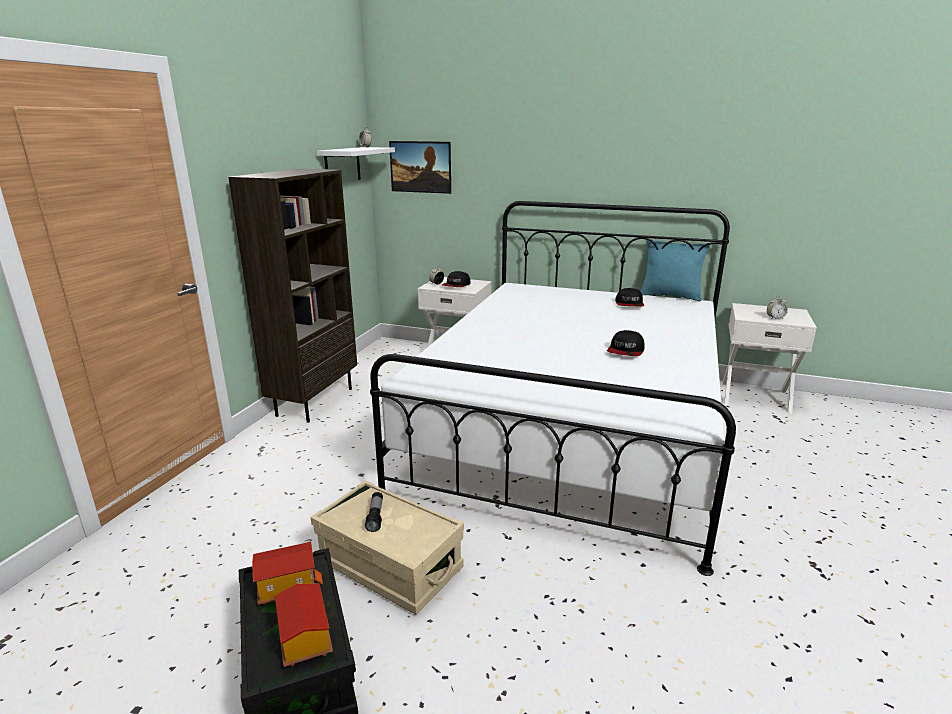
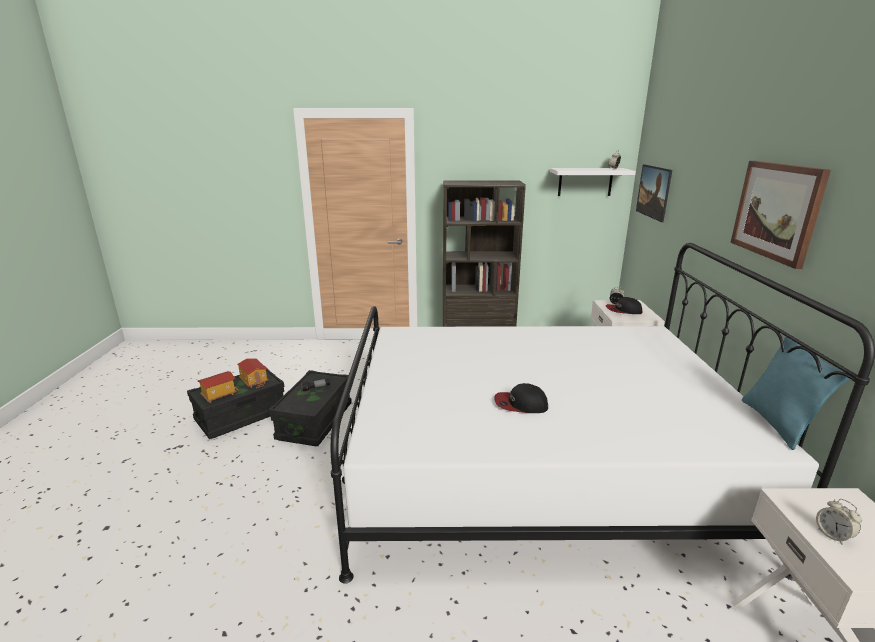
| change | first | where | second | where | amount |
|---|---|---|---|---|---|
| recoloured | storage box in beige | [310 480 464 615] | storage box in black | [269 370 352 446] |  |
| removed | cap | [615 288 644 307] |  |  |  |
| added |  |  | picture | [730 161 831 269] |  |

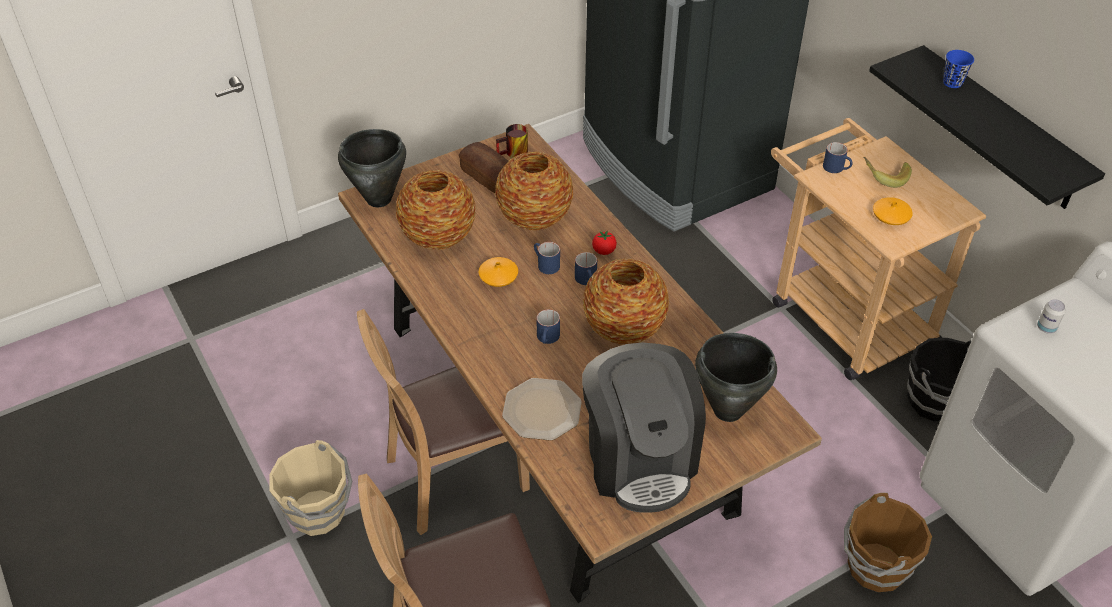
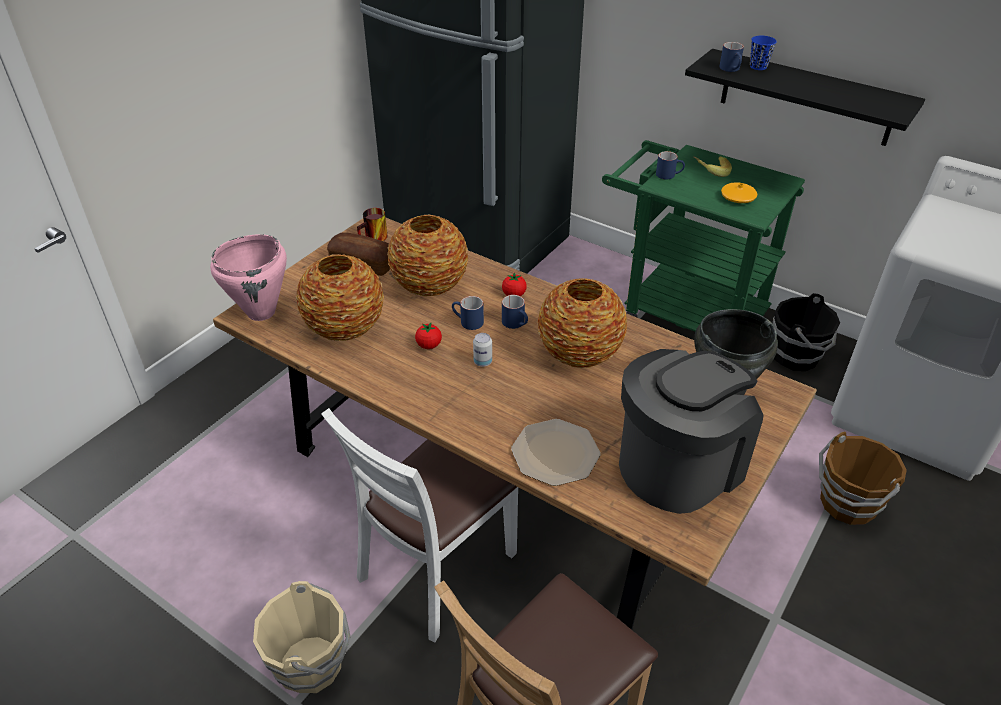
| change | first | where | second | where | amount |
|---|---|---|---|---|---|
| recoloured | cooking pot in black | [338 129 406 207] | cooking pot in pink | [210 234 287 321] |  |
| recoloured | chair in brown | [357 309 530 535] | chair in white | [321 408 518 642] |  |
| replaced | vase in orange | [479 257 518 287] | tomato | [415 322 442 349] |  |
| moved | mug in blue | [536 309 560 344] |  | [719 42 744 72] |  |
| turned | coffee machine | [582 342 706 513] |  | [619 349 764 514] | 90 degrees counterclockwise |
| recoloured | cart in beige | [771 118 986 380] | cart in green | [602 140 805 332] |  |
| moved | can | [1037 299 1066 334] |  | [473 333 492 367] |  |

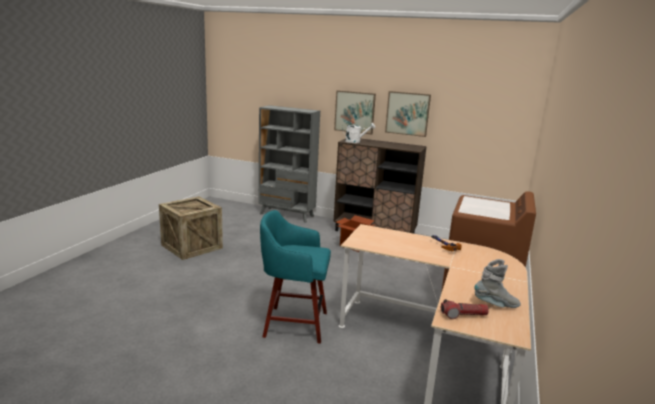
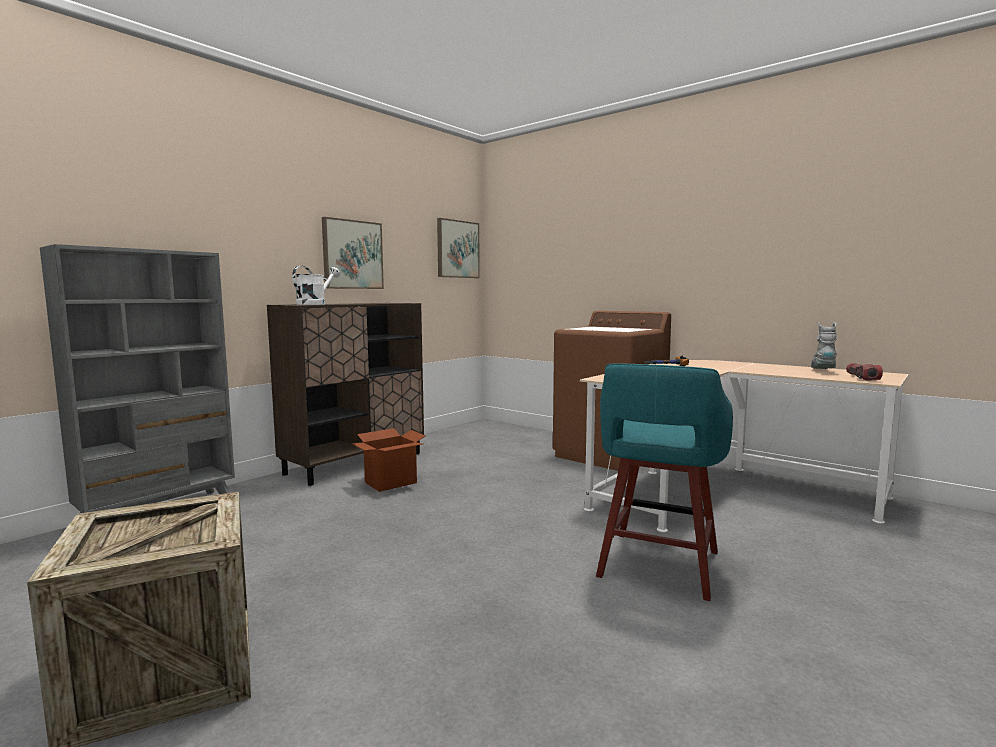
| change | first | where | second | where | amount |
|---|---|---|---|---|---|
| moved | picture | [334 90 376 134] |  | [437 218 480 278] |  |

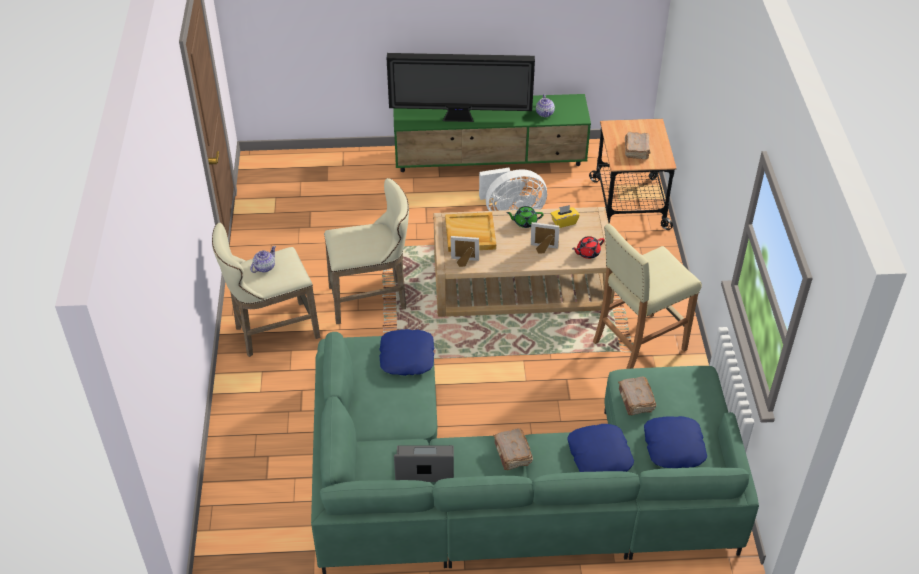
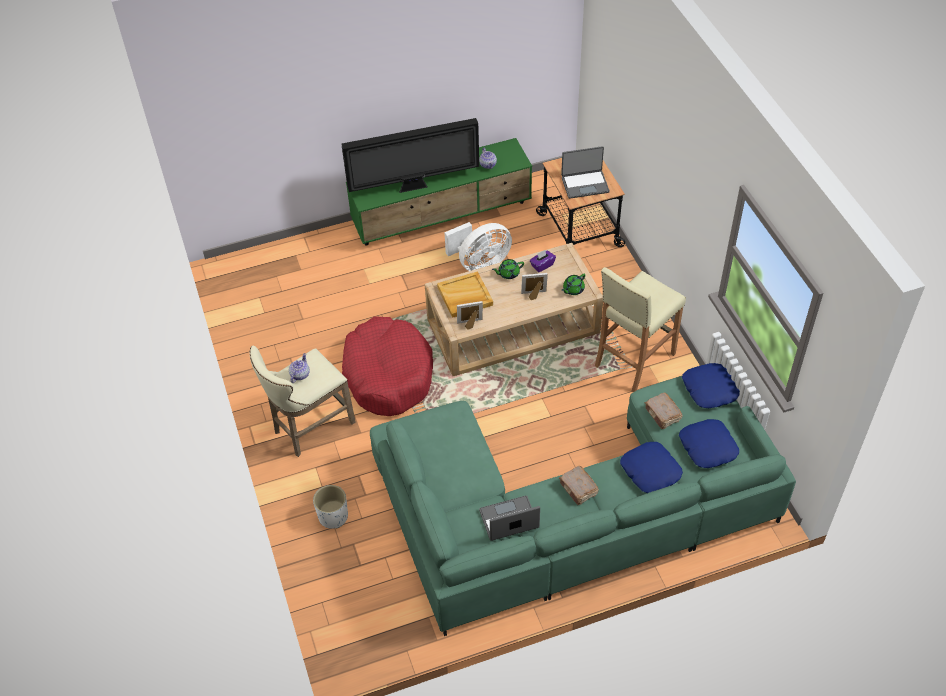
| change | first | where | second | where | amount |
|---|---|---|---|---|---|
| replaced | stool in beige | [324 178 409 324] | dog bed in red | [342 316 433 416] |  |
| moved | pillow in blue | [379 329 434 376] |  | [682 363 740 408] |  |
| recoloured | tissue box in yellow | [551 205 580 228] | tissue box in purple | [530 250 556 272] |  |
| recoloured | teapot in red | [572 236 605 259] | teapot in green | [562 274 585 295] |  |
| replaced | book in brown | [625 132 651 160] | laptop | [561 146 610 199] |  |
| added |  |  | planter in white | [313 485 348 529] |  |

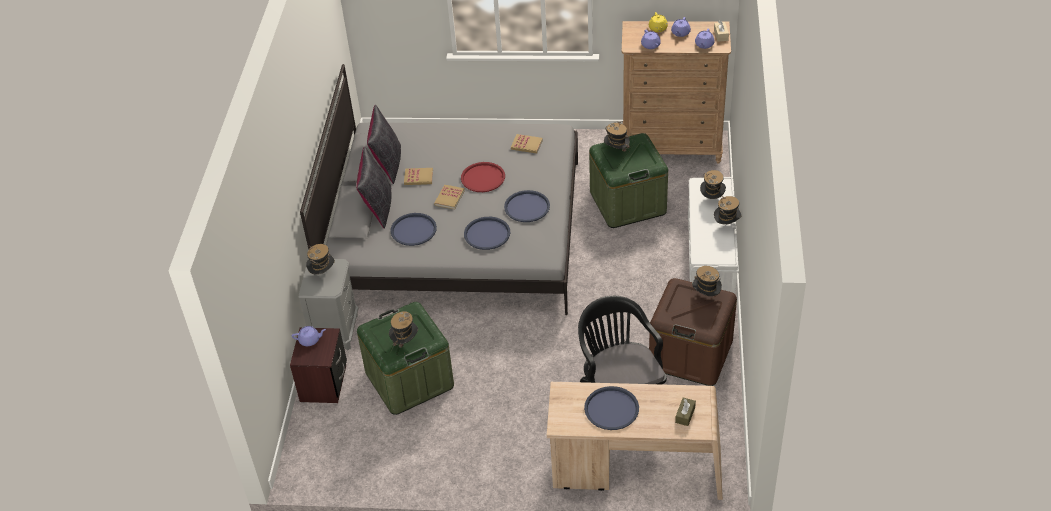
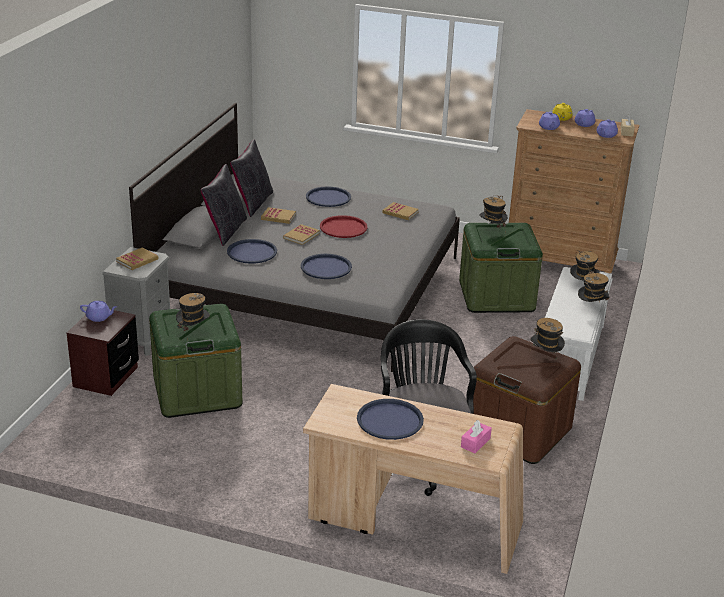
| change | first | where | second | where | amount |
|---|---|---|---|---|---|
| replaced | hat | [306 244 335 275] | book | [116 247 159 270] |  |
| moved | tray in blue | [504 190 550 222] |  | [306 186 351 207] |  |
| recoloured | tissue box in brown | [675 398 696 426] | tissue box in pink | [461 420 492 453] |  |

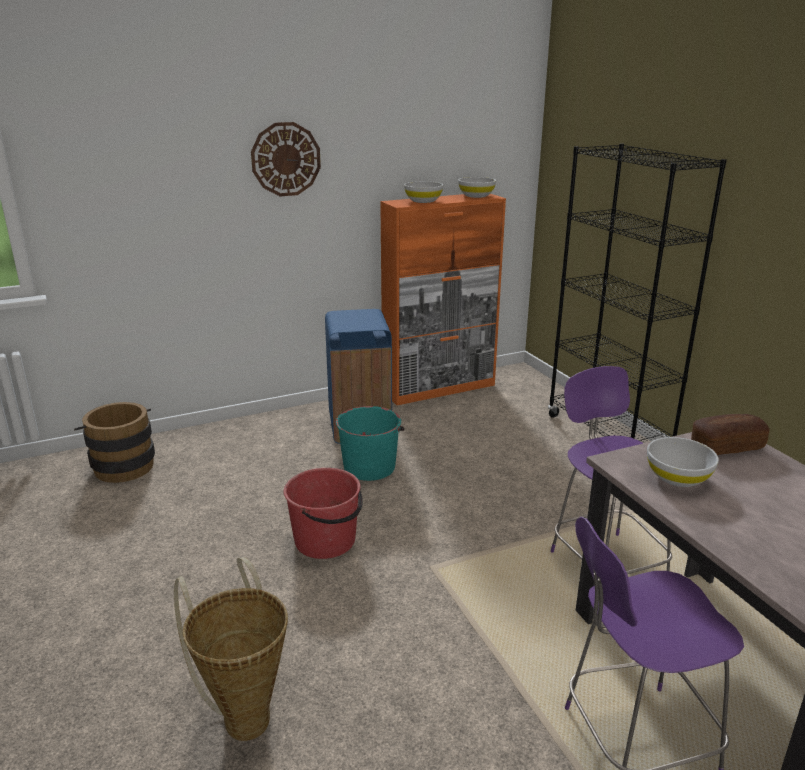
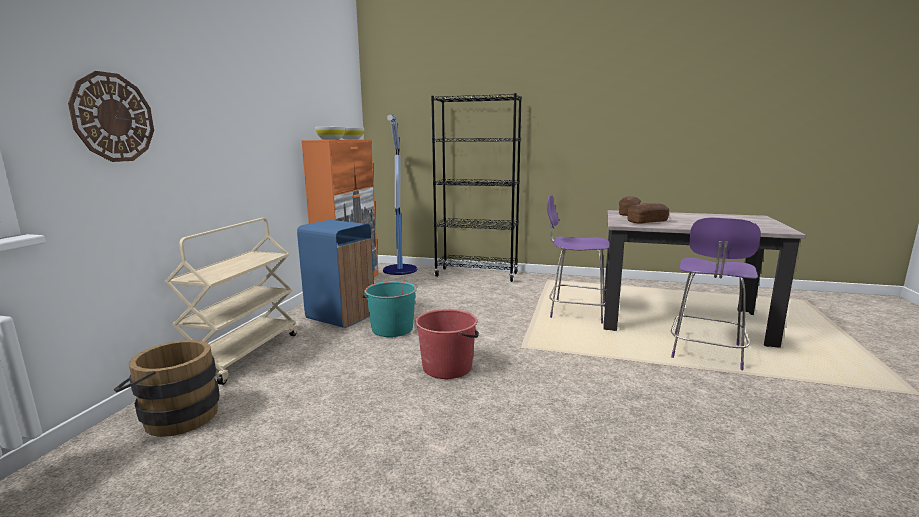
| change | first | where | second | where | amount |
|---|---|---|---|---|---|
| removed | basket | [174 557 288 741] |  |  |  |
| moved | wall clock | [251 122 321 196] |  | [68 71 154 162] |  |
| replaced | bowl in white | [647 437 719 487] | bread | [627 203 669 224] |  |
| added |  |  | cart in beige | [165 218 298 385] |  |
| added |  |  | floor lamp | [383 114 417 275] |  |

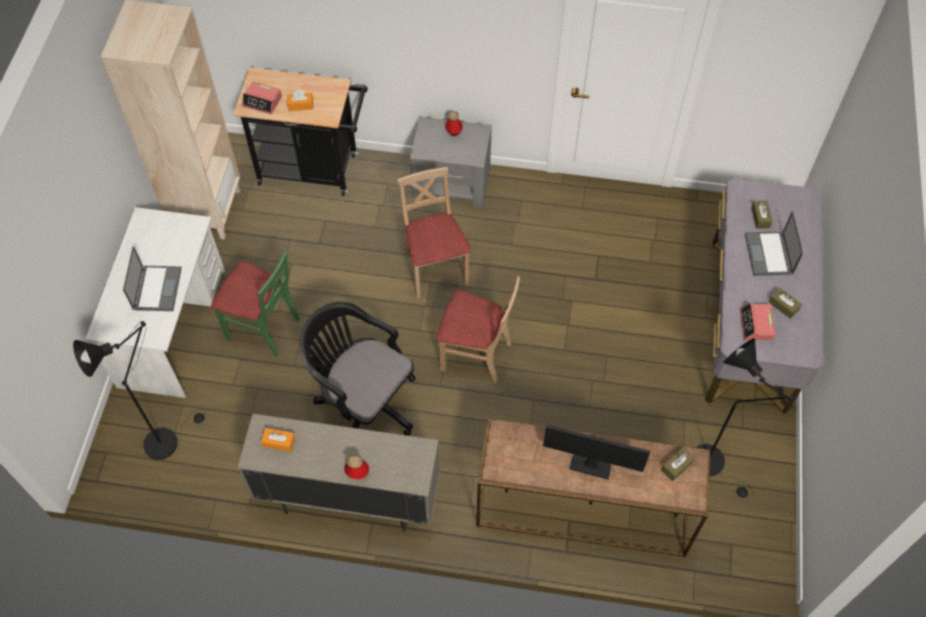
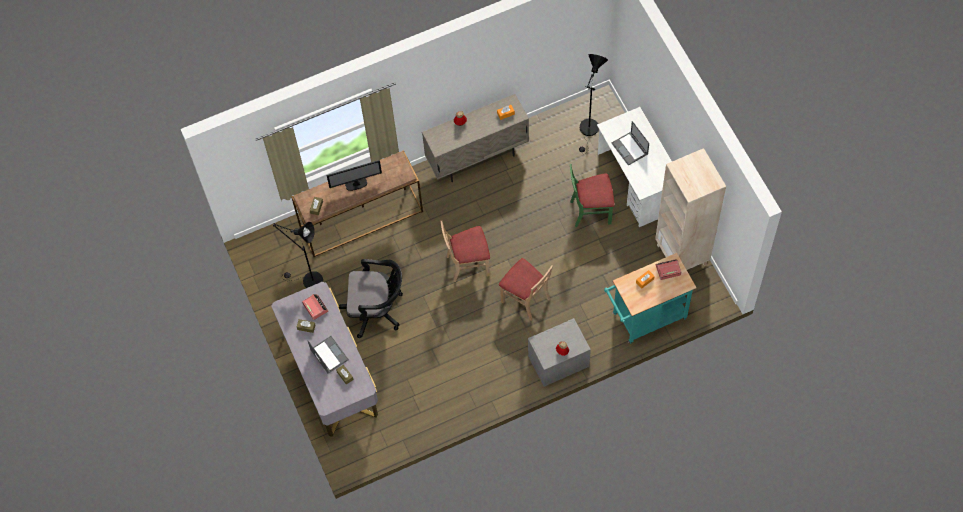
| change | first | where | second | where | amount |
|---|---|---|---|---|---|
| recoloured | cart in black | [233 68 368 196] | cart in turquoise | [604 253 697 343] |  |
| moved | office chair in black | [300 302 415 436] |  | [339 259 403 338] |  |

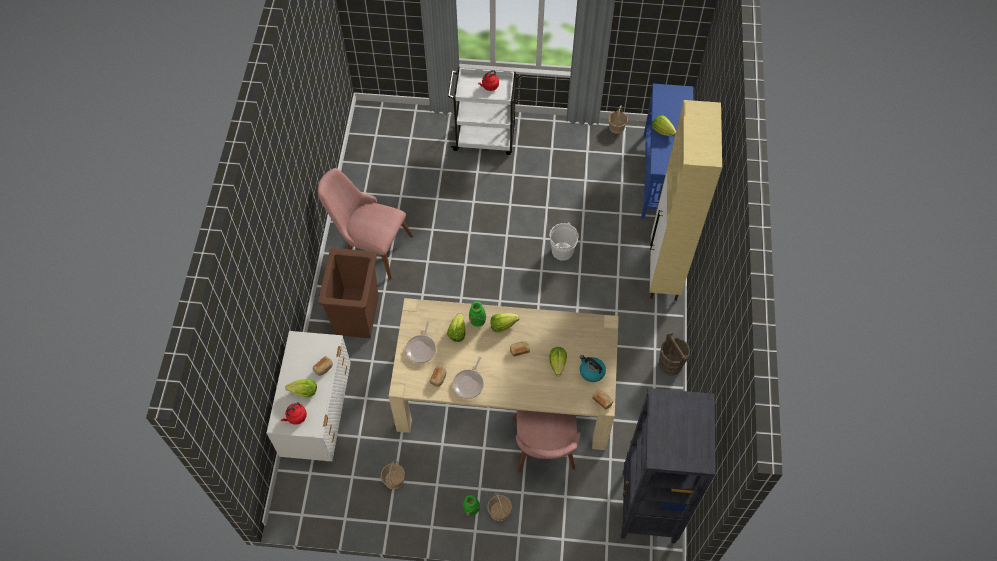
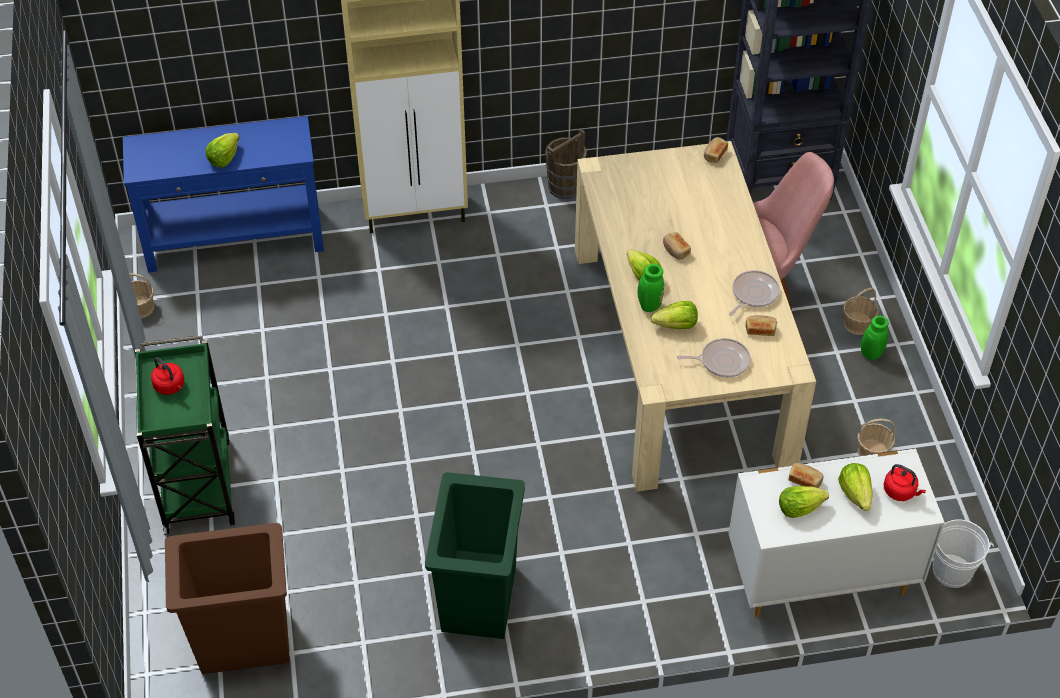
| change | first | where | second | where | amount |
|---|---|---|---|---|---|
| replaced | chair in pink | [318 168 413 279] | trash can in green | [425 472 525 639] |  |
| moved | trash can in brown | [318 248 379 338] |  | [165 523 290 674] |  |
| recoloured | cart in white | [448 67 522 155] | cart in green | [135 336 235 535] |  |
| turned | frying pan | [453 357 484 399] |  | [729 270 780 316] | 60 degrees counterclockwise |
| moved | bucket in white | [549 222 579 261] |  | [933 519 994 588] |  |
| moved | lettuce | [549 347 567 376] |  | [779 486 829 518] |  |
| removed | kettle | [580 355 606 382] |  |  |  |

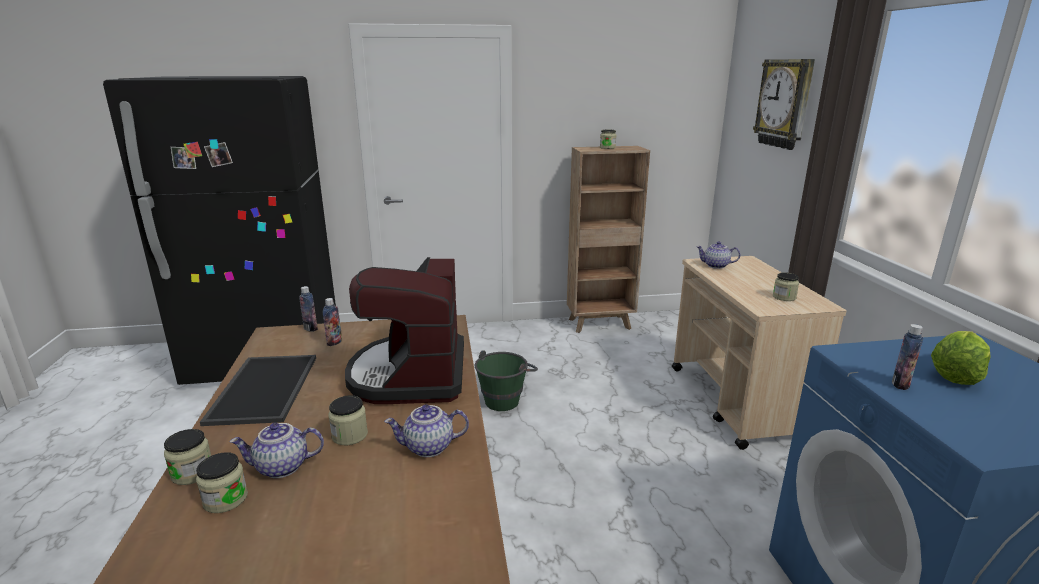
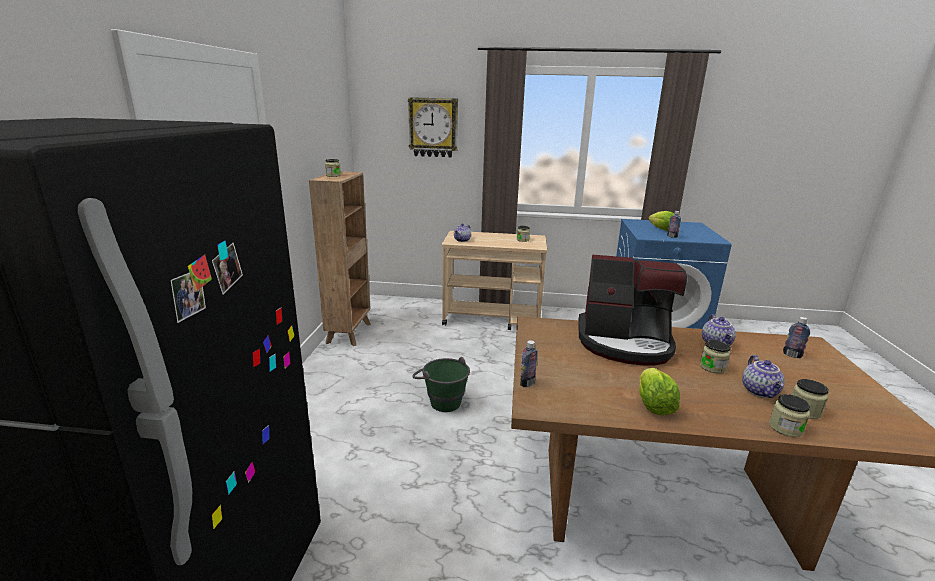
| change | first | where | second | where | amount |
|---|---|---|---|---|---|
| replaced | tray | [200 355 316 426] | lettuce | [639 368 680 415] |  |
| moved | bottle | [323 298 342 346] |  | [783 317 810 358] |  |

